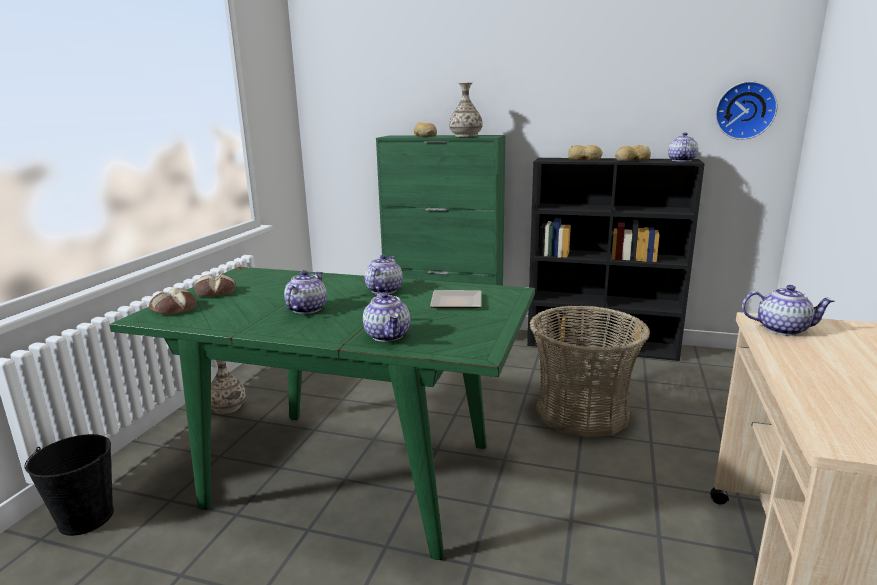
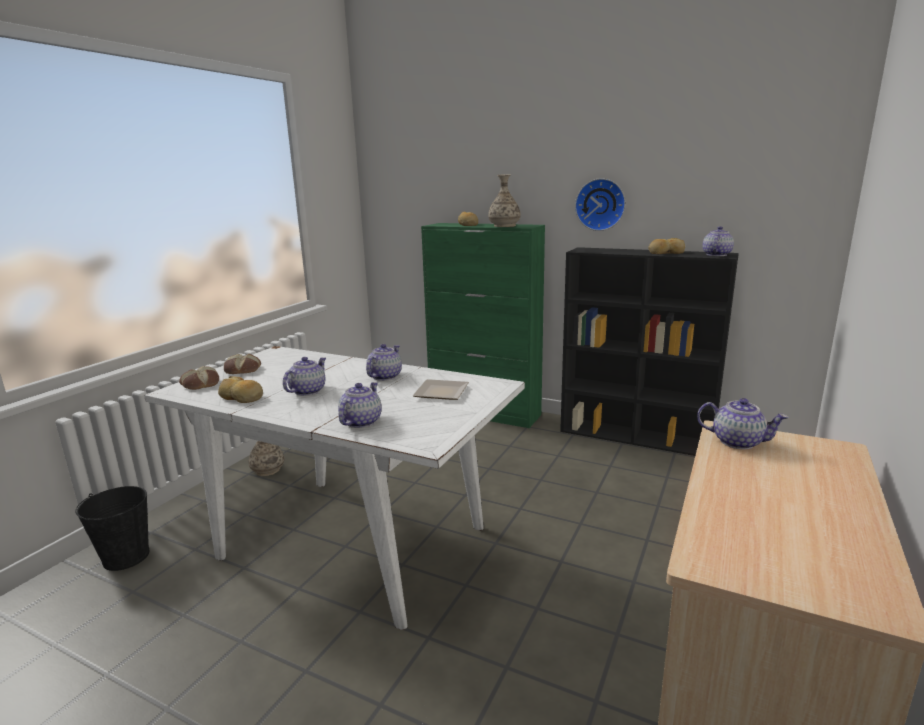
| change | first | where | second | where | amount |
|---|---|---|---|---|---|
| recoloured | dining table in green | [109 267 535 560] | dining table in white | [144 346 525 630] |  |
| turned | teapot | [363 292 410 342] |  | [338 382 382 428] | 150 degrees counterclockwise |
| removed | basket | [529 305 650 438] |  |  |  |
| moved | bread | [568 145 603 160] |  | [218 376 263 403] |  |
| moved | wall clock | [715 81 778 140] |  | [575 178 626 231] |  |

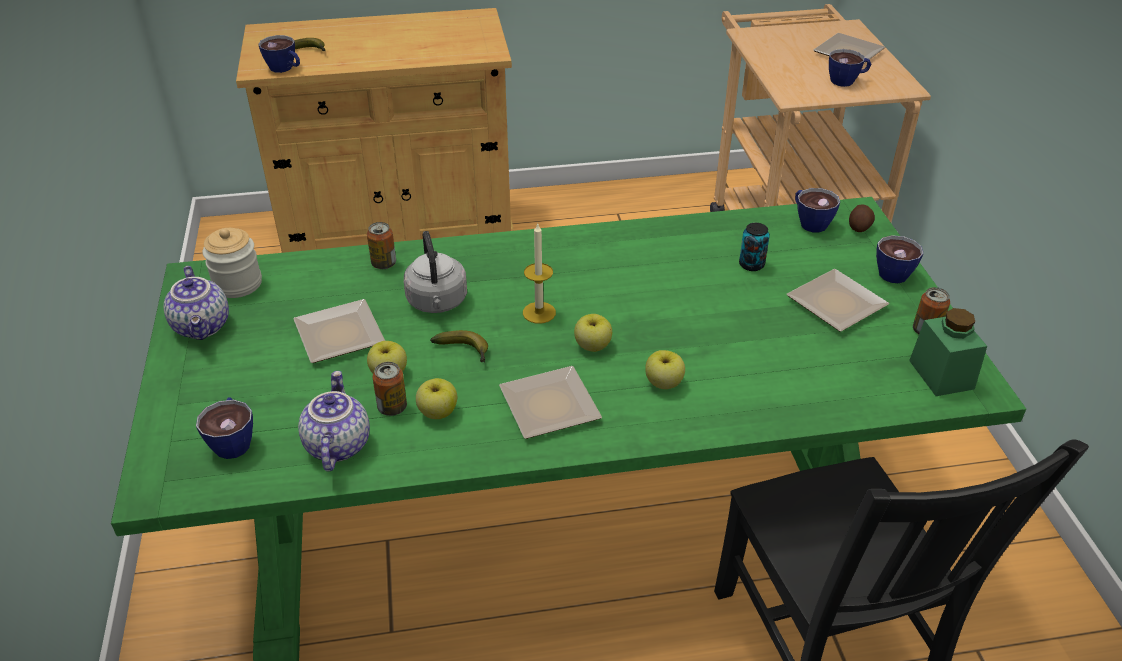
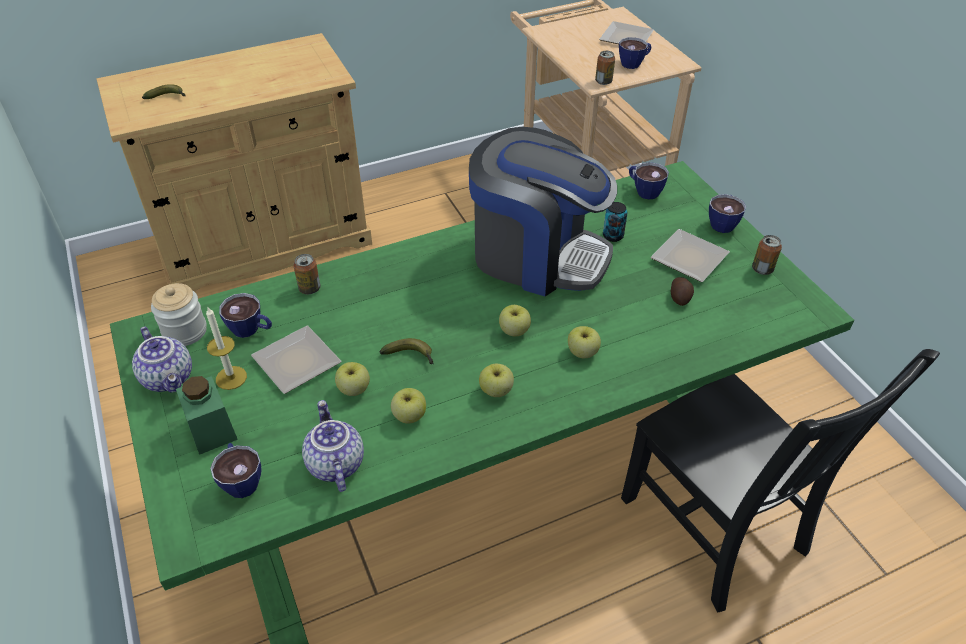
| change | first | where | second | where | amount |
|---|---|---|---|---|---|
| moved | cup | [258 35 300 73] |  | [219 293 272 338] |  |
| moved | can | [373 362 407 416] |  | [595 51 615 85] |  |
| removed | kettle in grey | [404 231 467 313] |  |  |  |
| replaced | plate | [499 366 602 439] | apple | [479 363 514 397] |  |
| moved | candle | [523 222 556 324] |  | [206 306 247 390] |  |
| moved | potato | [849 205 875 232] |  | [671 277 694 306] |  |
| moved | jar in green | [909 308 987 396] |  | [176 376 238 455] |  |
| added |  |  | coffee machine | [469 127 617 296] |  |

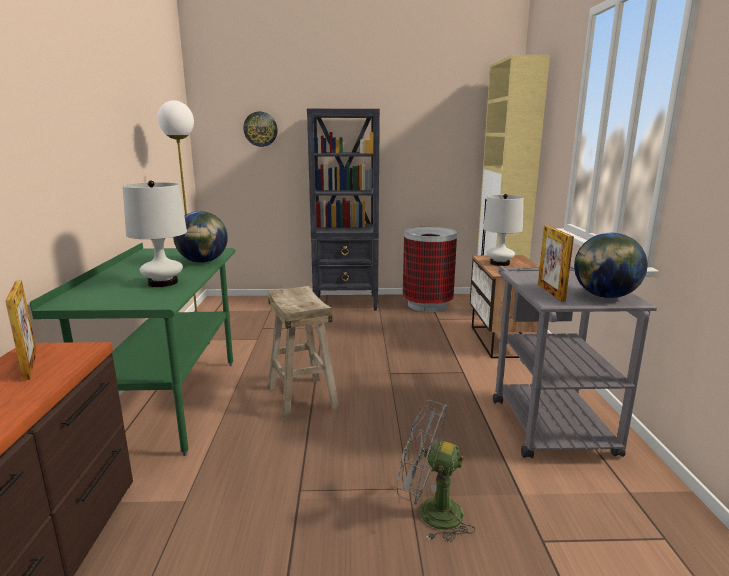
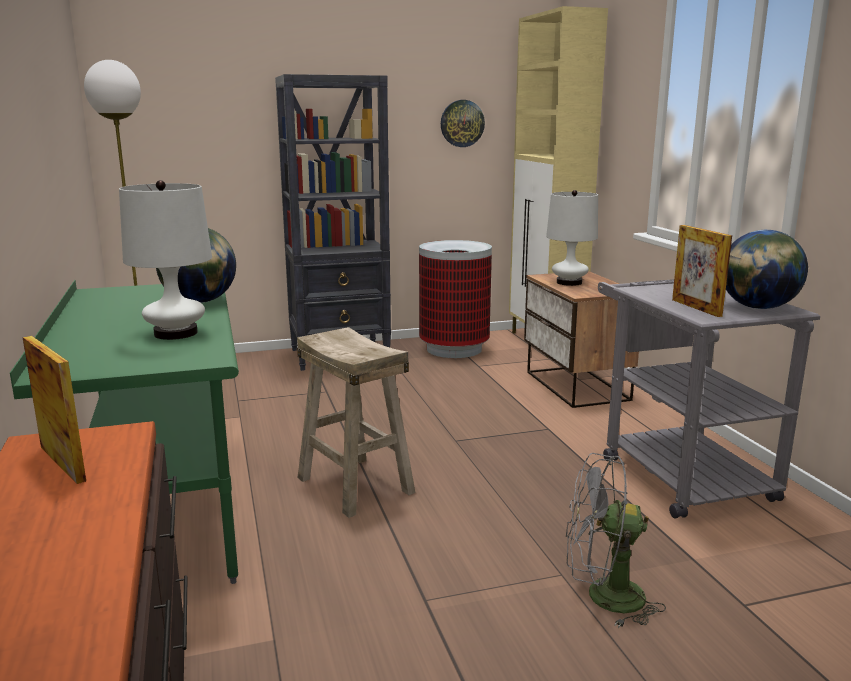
| change | first | where | second | where | amount |
|---|---|---|---|---|---|
| moved | wall clock | [243 112 278 147] |  | [441 100 485 147] |  |

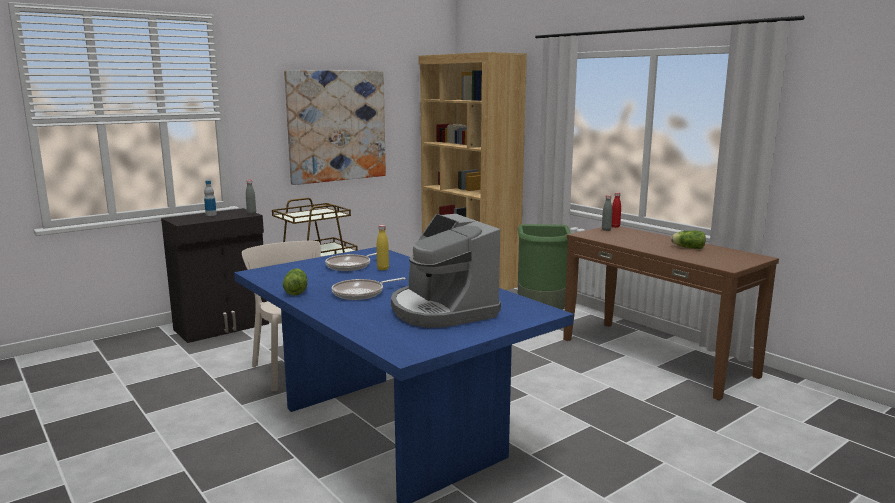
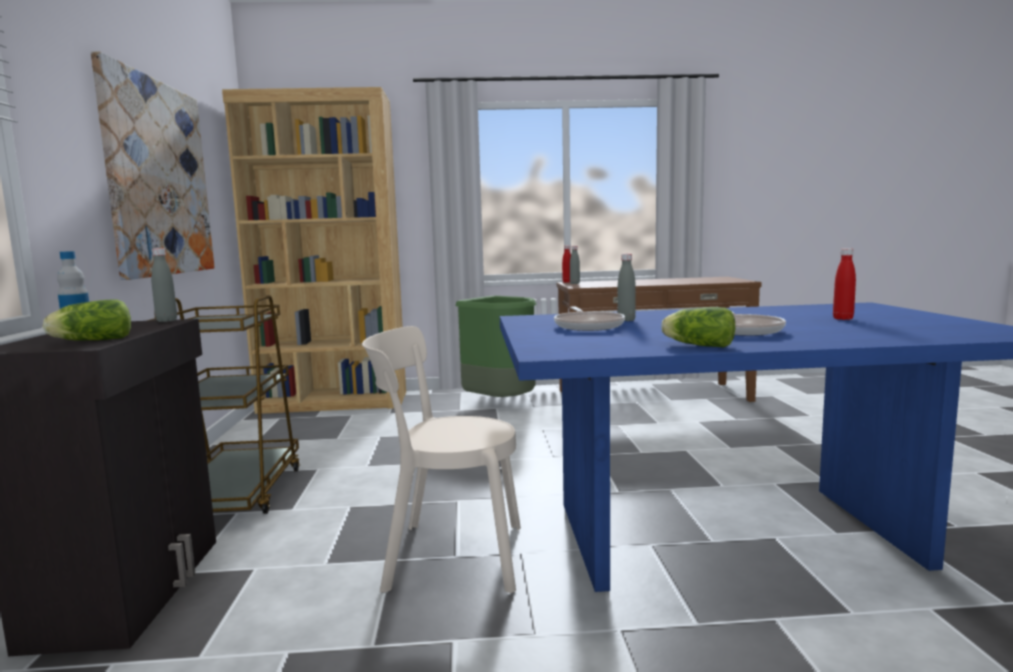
| change | first | where | second | where | amount |
|---|---|---|---|---|---|
| recoloured | bottle in yellow | [377 225 389 270] | bottle in grey | [617 253 636 321] |  |
| replaced | coffee machine | [391 214 501 328] | bottle in red | [833 248 856 320] |  |
| moved | lettuce | [671 231 706 249] |  | [43 299 131 341] |  |

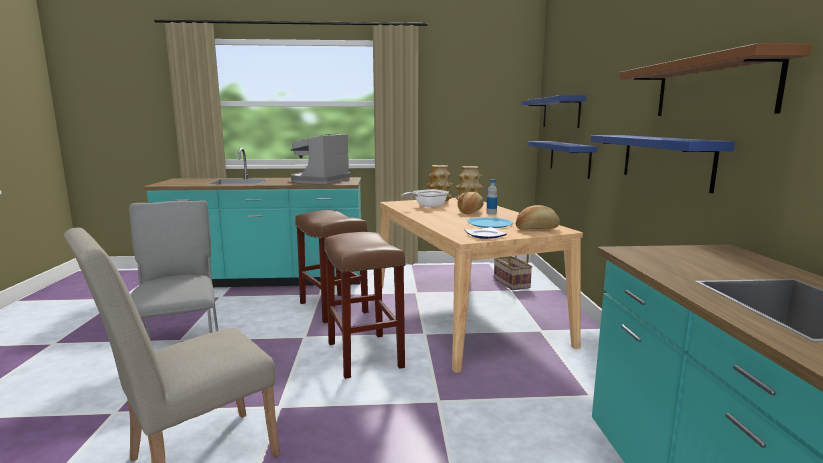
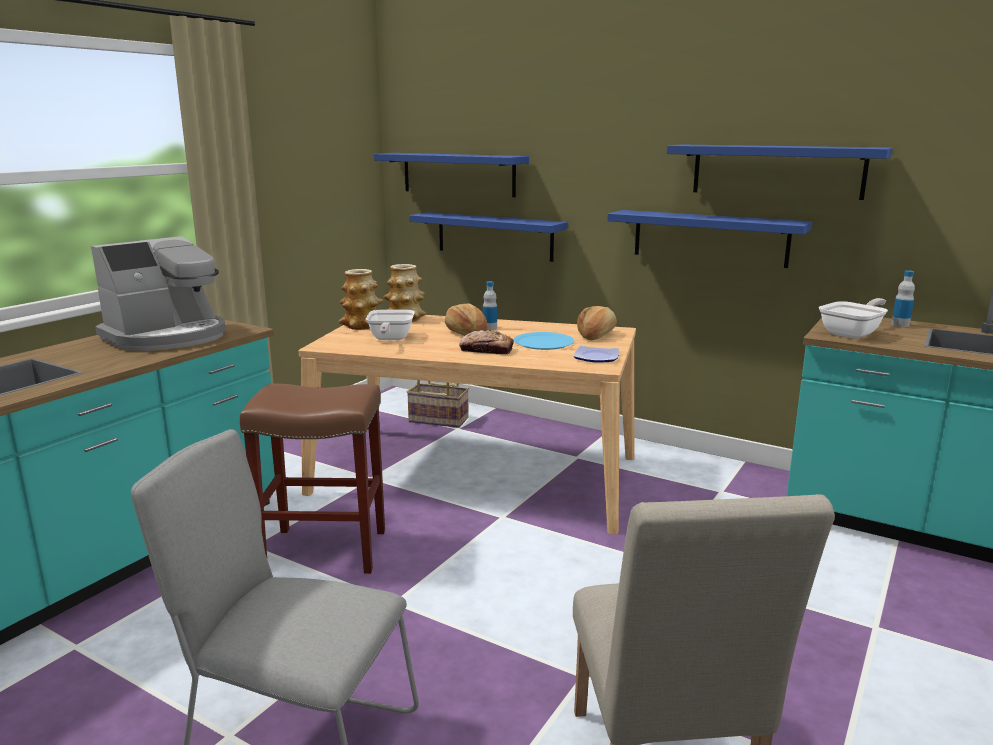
| change | first | where | second | where | amount |
|---|---|---|---|---|---|
| turned | coffee machine | [290 134 351 184] |  | [91 236 226 351] | 105 degrees counterclockwise |
| removed | stool in brown | [324 232 406 379] |  |  |  |
| recoloured | shelf in brown | [619 43 812 116] | shelf in blue | [667 144 893 200] |  |
| added |  |  | bread | [459 330 514 355] |  |
| added |  |  | frying pan | [819 298 888 339] |  |
| added |  |  | bottle | [891 270 915 327] |  |

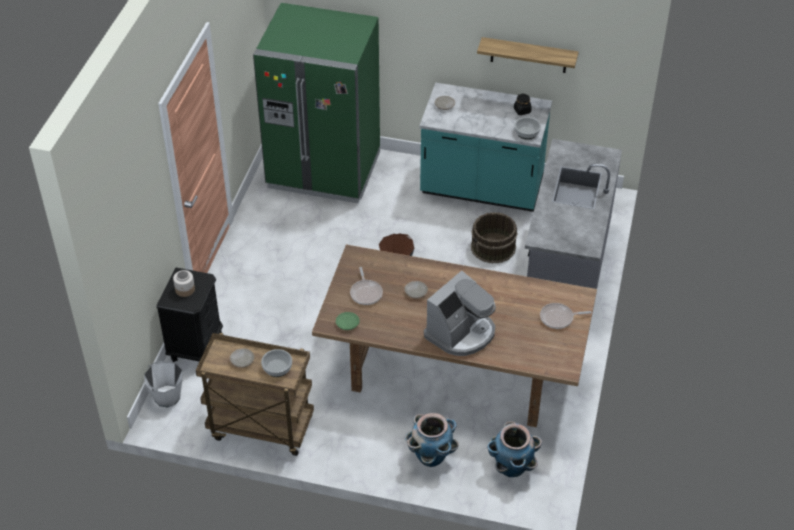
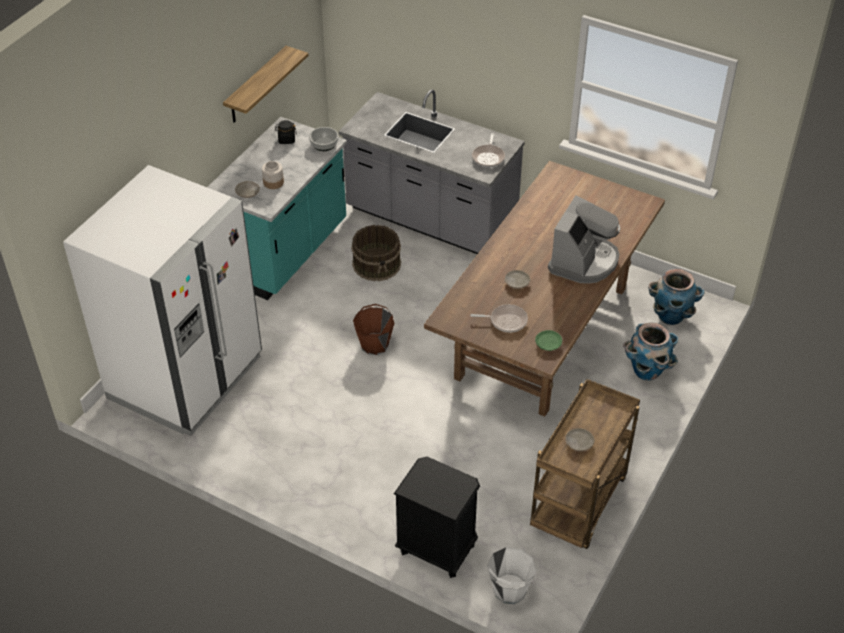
| change | first | where | second | where | amount |
|---|---|---|---|---|---|
| moved | jar | [173 270 195 297] |  | [262 161 284 189] |  |
| recoloured | fridge in green | [253 3 380 203] | fridge in white | [63 165 262 436] |  |
| removed | bowl | [261 349 292 377] |  |  |  |
| turned | coffee machine | [424 271 496 356] |  | [548 195 620 284] | 60 degrees clockwise |
| moved | frying pan | [540 303 592 329] |  | [472 133 505 167] |  |

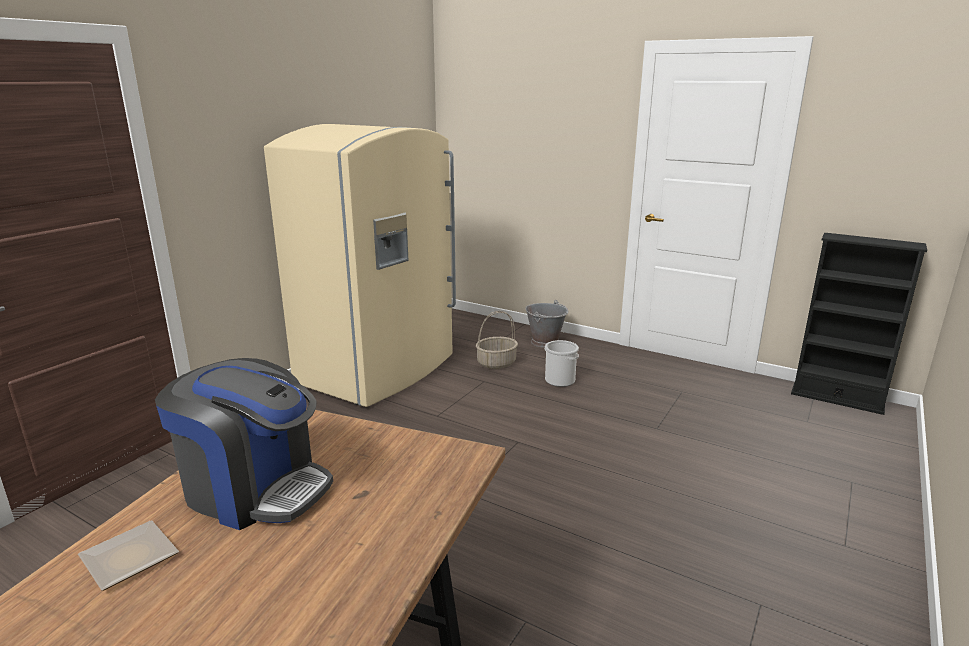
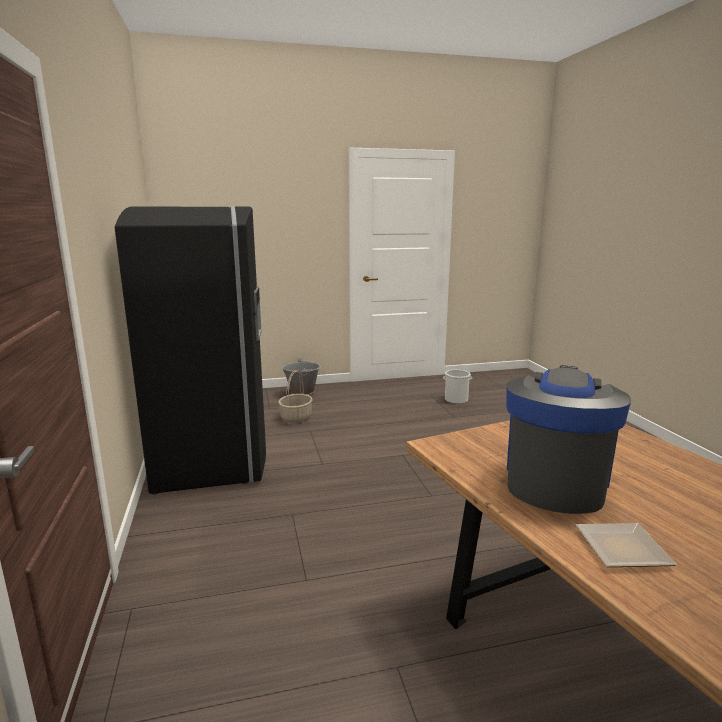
| change | first | where | second | where | amount |
|---|---|---|---|---|---|
| turned | coffee machine | [155 358 333 530] |  | [506 365 631 514] | 45 degrees counterclockwise |
| recoloured | fridge in beige | [264 124 456 407] | fridge in black | [114 206 266 495] |  |
| moved | bucket | [545 340 579 387] |  | [443 370 472 404] |  |
| removed | bookcase in black | [791 233 927 415] |  |  |  |

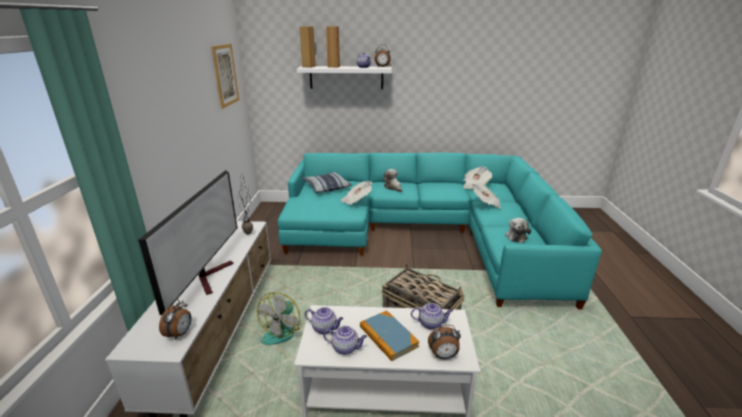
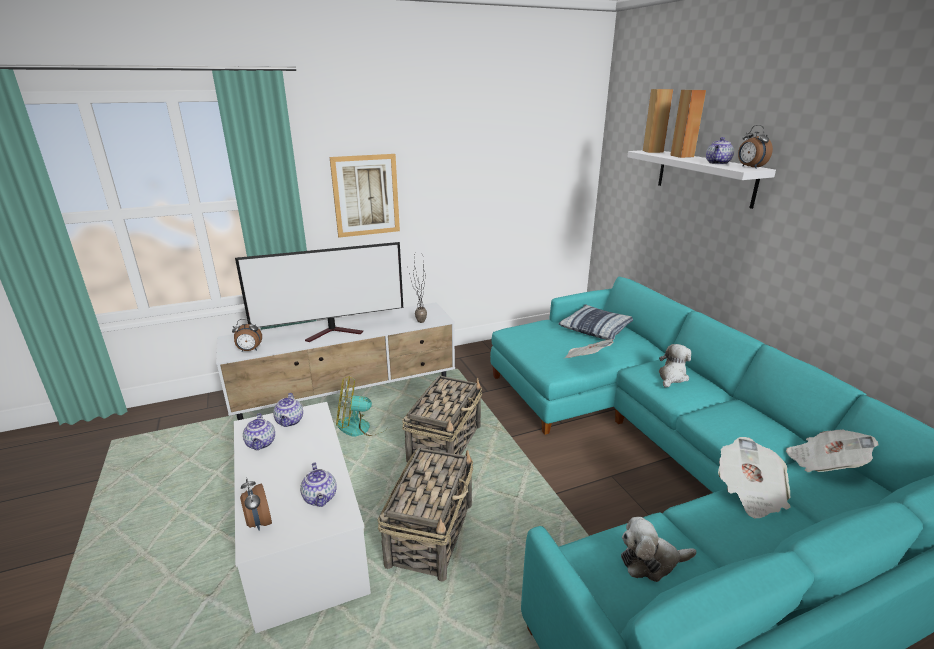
| change | first | where | second | where | amount |
|---|---|---|---|---|---|
| moved | picture | [211 44 239 109] |  | [330 154 400 238] |  |
| removed | book | [360 310 419 361] |  |  |  |
| added |  |  | basket | [402 375 482 463] |  |

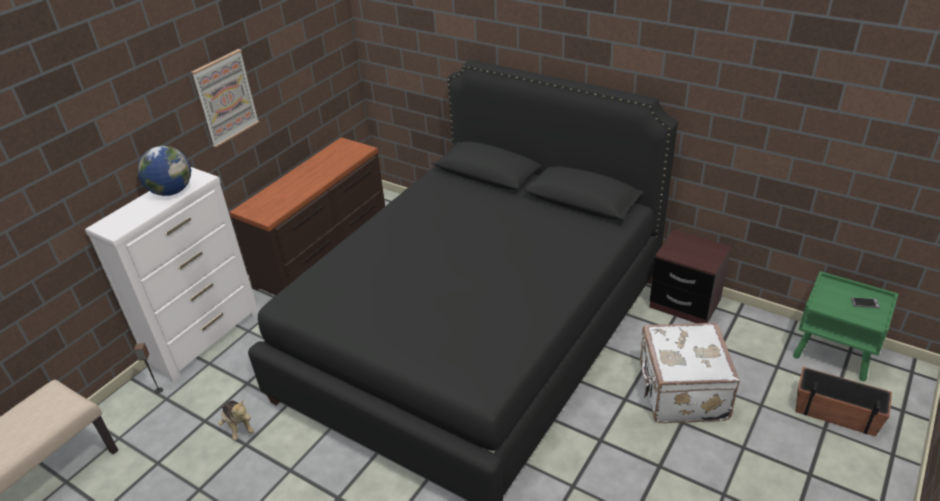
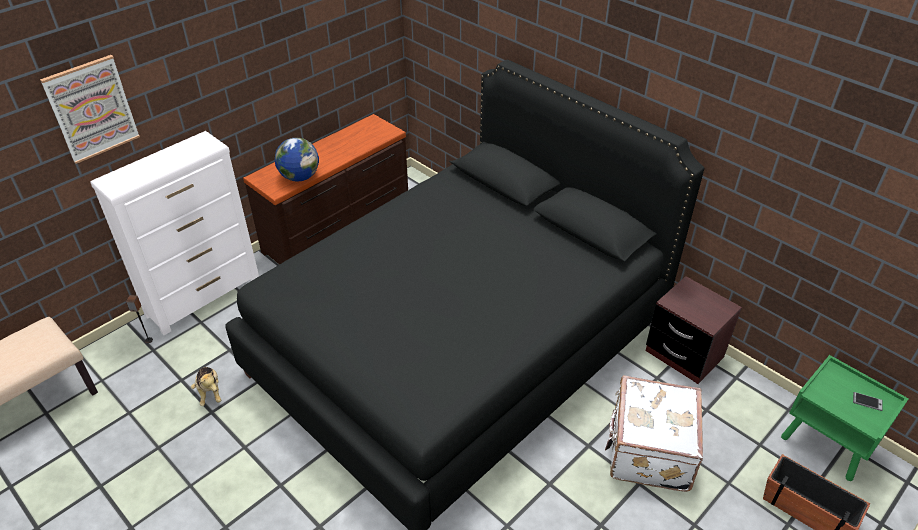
| change | first | where | second | where | amount |
|---|---|---|---|---|---|
| moved | globe | [138 146 191 196] |  | [275 138 319 182] |  |
| moved | picture | [191 49 259 148] |  | [40 55 140 164] |  |

